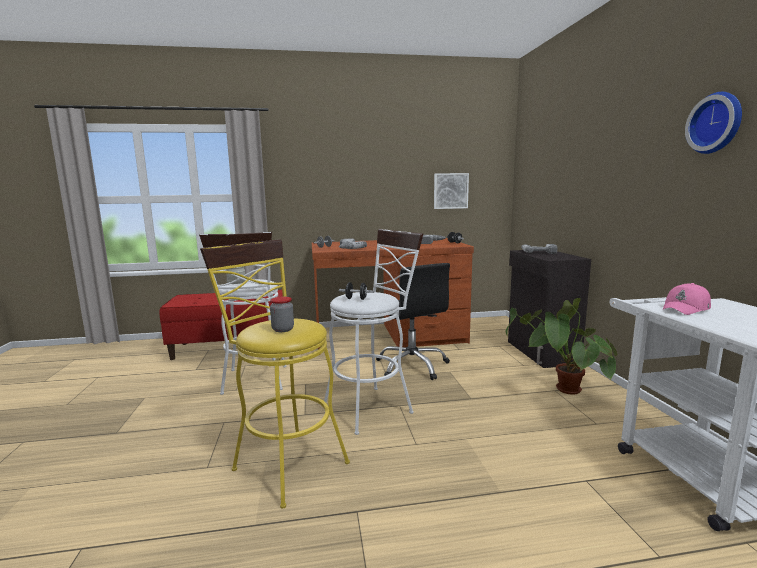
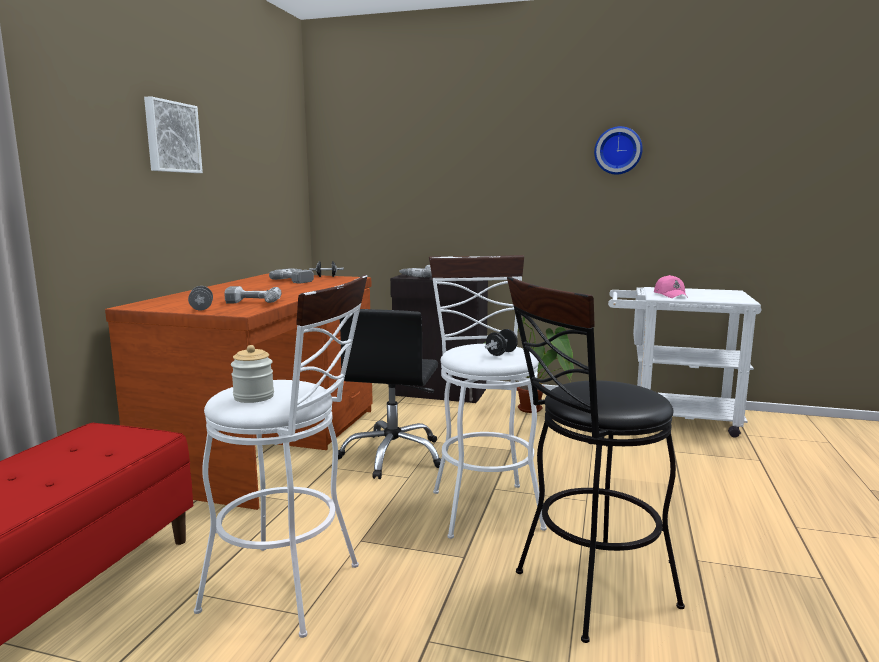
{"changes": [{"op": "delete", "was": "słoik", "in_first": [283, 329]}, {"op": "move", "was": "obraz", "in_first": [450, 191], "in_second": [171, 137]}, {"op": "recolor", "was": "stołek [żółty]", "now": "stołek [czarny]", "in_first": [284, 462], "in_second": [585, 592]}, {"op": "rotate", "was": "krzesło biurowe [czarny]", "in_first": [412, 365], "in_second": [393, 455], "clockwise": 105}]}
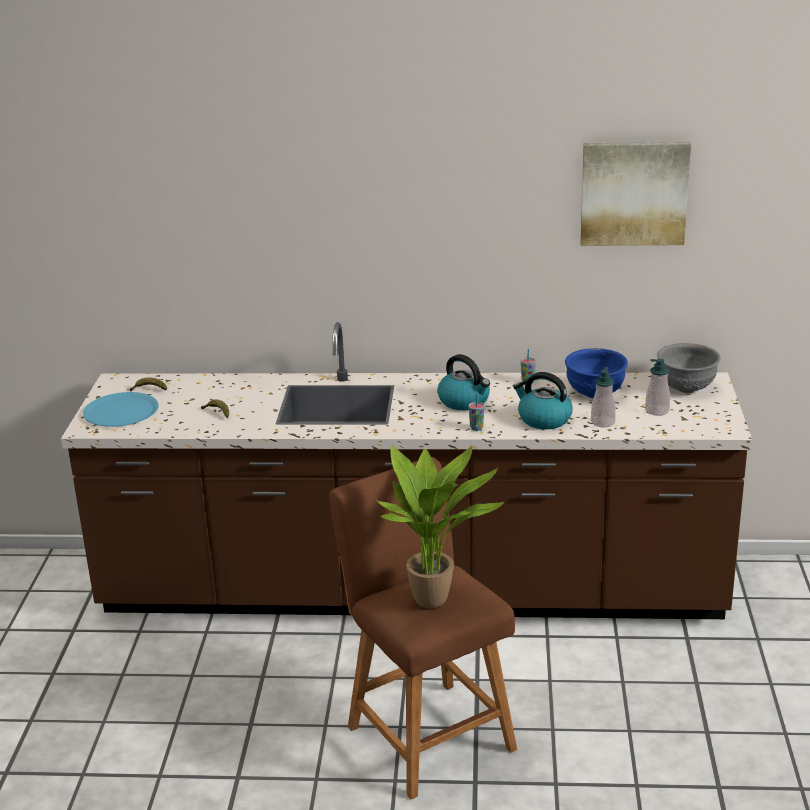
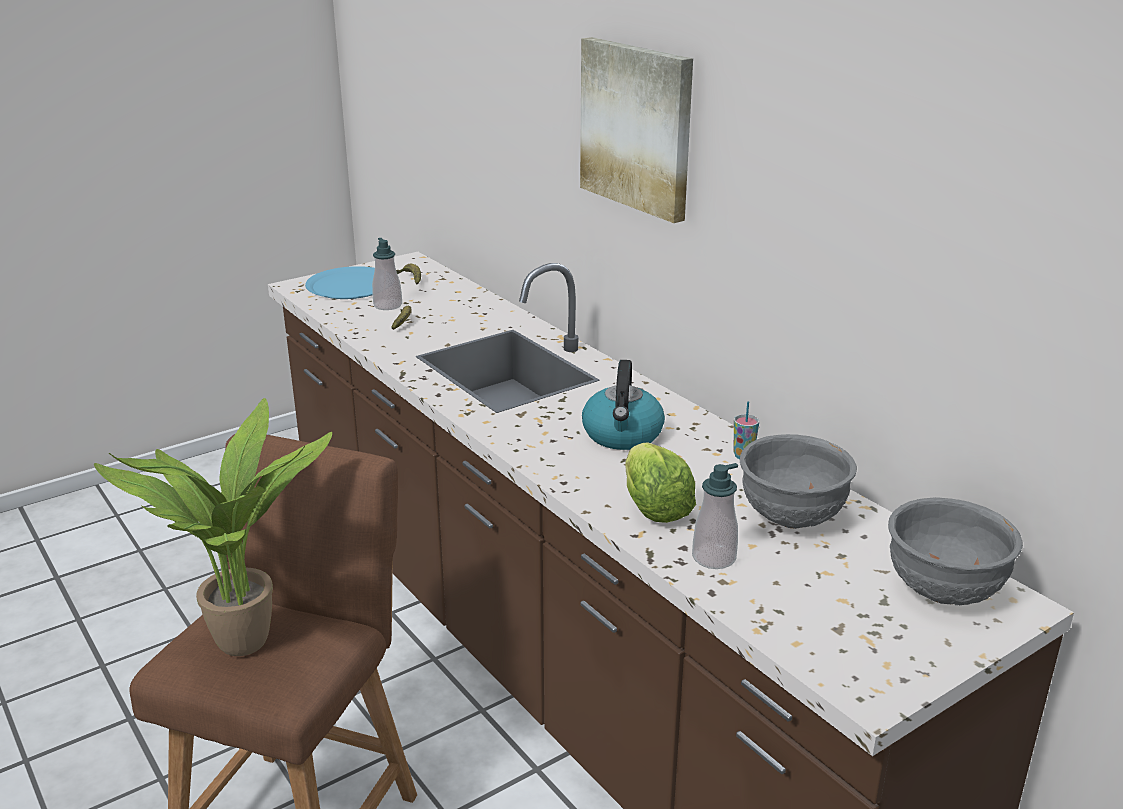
{"changes": [{"op": "delete", "was": "filiżanka", "in_first": [476, 428]}, {"op": "move", "was": "obraz", "in_first": [633, 193], "in_second": [637, 127]}, {"op": "move", "was": "dozownik mydła", "in_first": [657, 411], "in_second": [388, 305]}, {"op": "replace", "was": "czajnik", "now": "sałata", "in_first": [543, 419], "in_second": [654, 507]}, {"op": "recolor", "was": "miska [niebieski]", "now": "miska [szary]", "in_first": [594, 394], "in_second": [790, 518]}]}
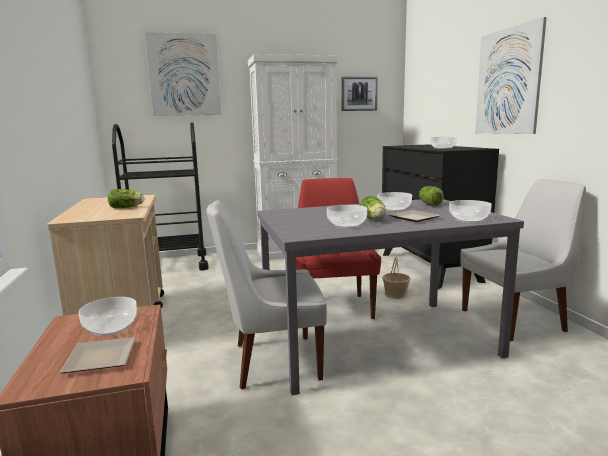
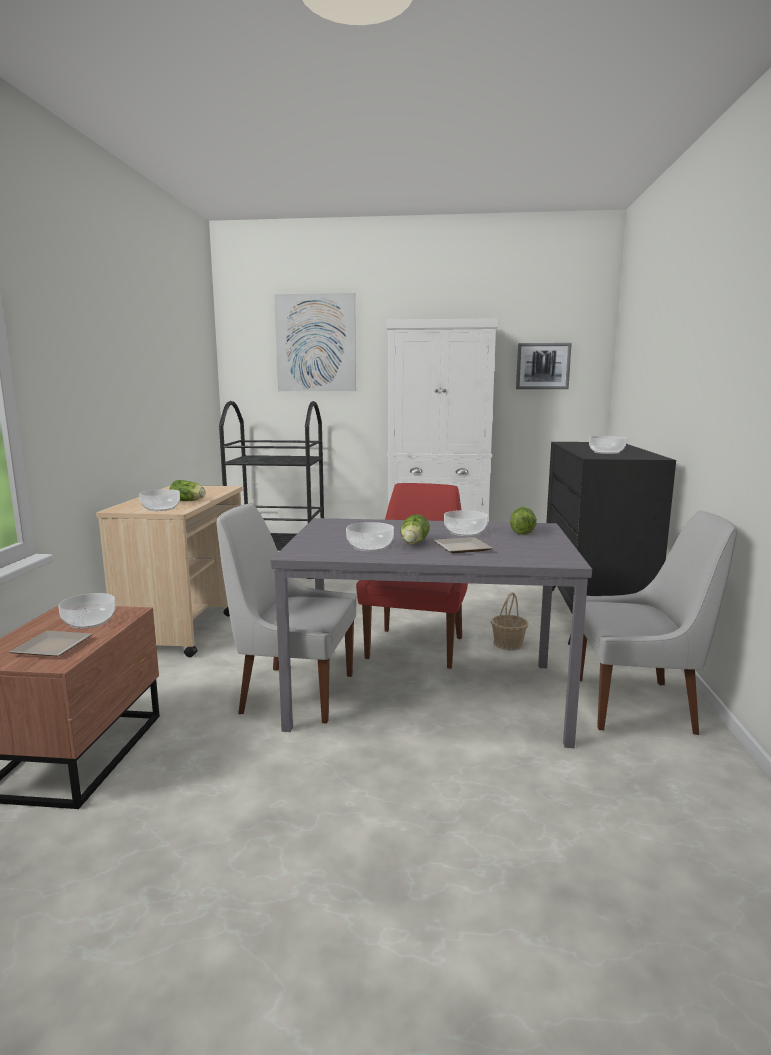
{"changes": [{"op": "delete", "was": "obraz", "in_first": [507, 82]}, {"op": "move", "was": "miska", "in_first": [469, 219], "in_second": [161, 508]}]}
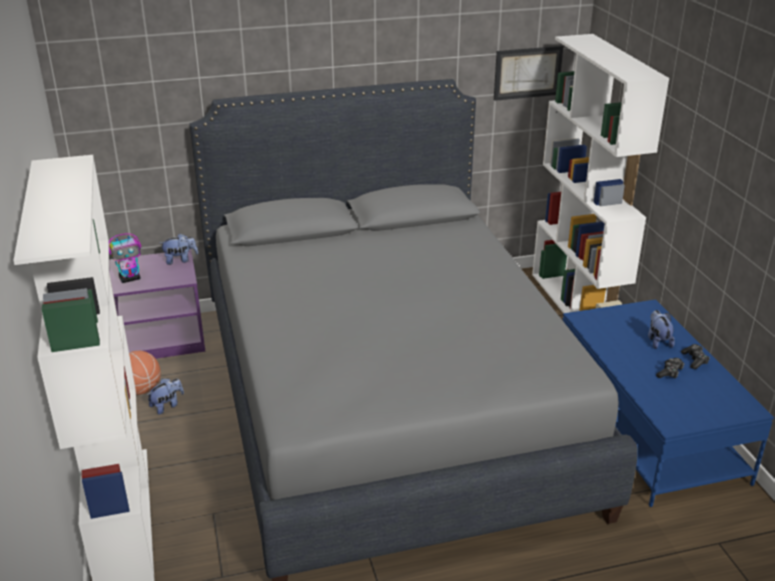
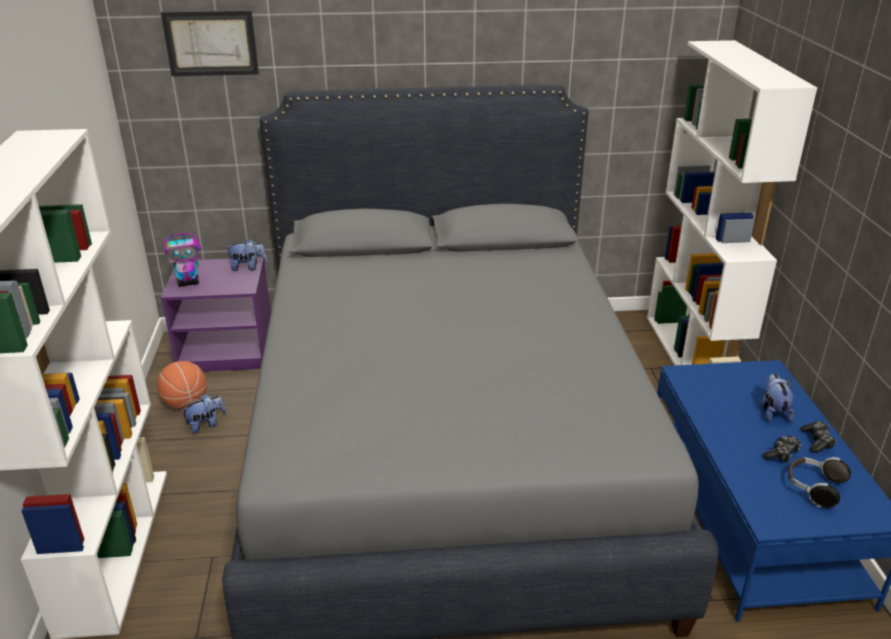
{"changes": [{"op": "insert", "now": "słuchawki", "in_second": [813, 488]}, {"op": "move", "was": "obraz", "in_first": [527, 72], "in_second": [211, 43]}]}
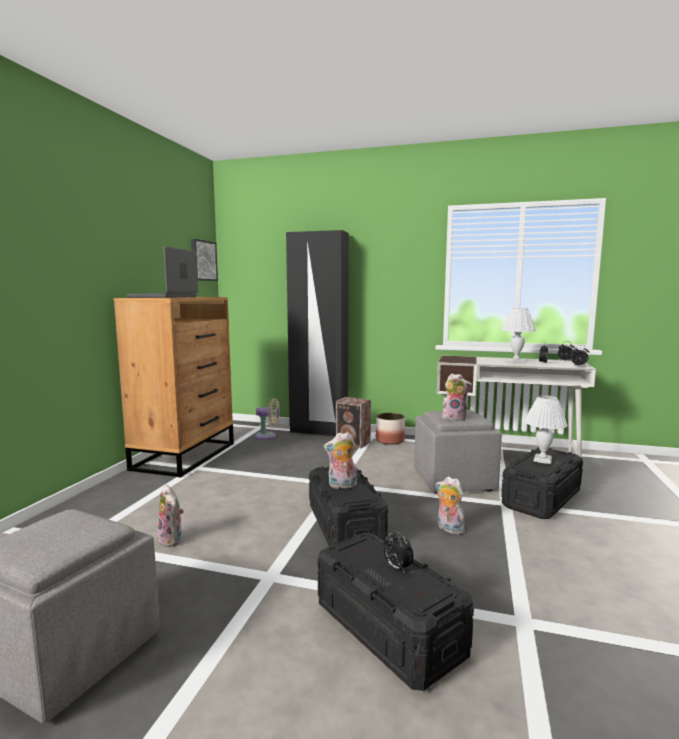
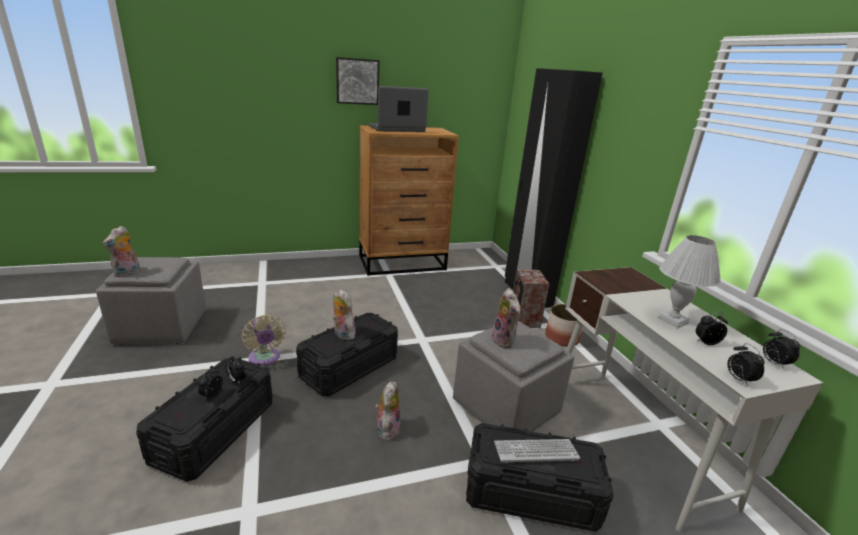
{"changes": [{"op": "insert", "now": "budzik", "in_second": [236, 380]}, {"op": "move", "was": "pluszak", "in_first": [172, 540], "in_second": [127, 273]}, {"op": "move", "was": "obraz", "in_first": [202, 260], "in_second": [357, 81]}, {"op": "move", "was": "wentylator [beżowy]", "in_first": [267, 436], "in_second": [265, 358]}, {"op": "replace", "was": "lampa stołowa [biały]", "now": "klawiatura", "in_first": [543, 460], "in_second": [535, 451]}]}
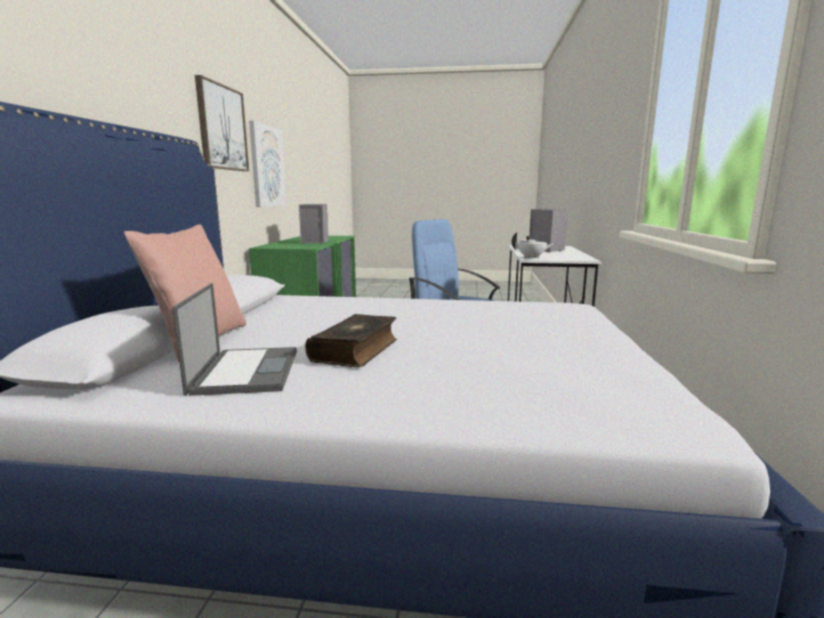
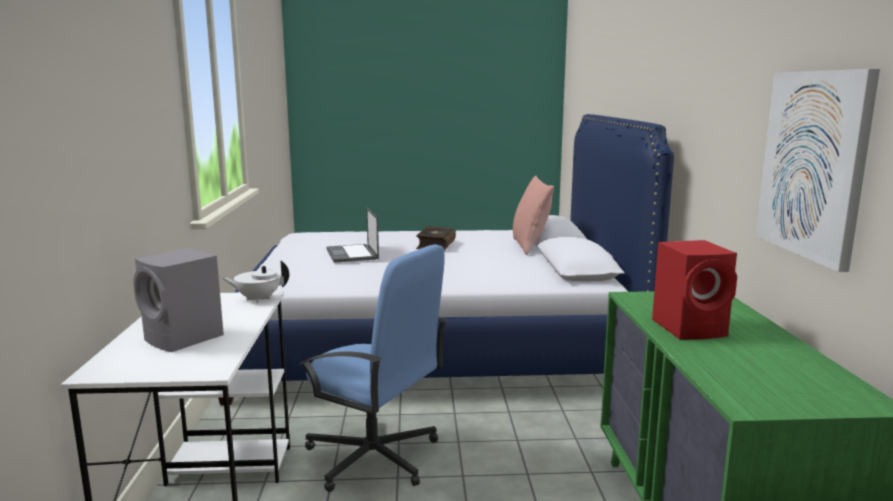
{"changes": [{"op": "delete", "was": "obraz", "in_first": [221, 128]}, {"op": "move", "was": "laptop", "in_first": [246, 370], "in_second": [352, 254]}, {"op": "recolor", "was": "głośnik [szary]", "now": "głośnik [czerwony]", "in_first": [314, 242], "in_second": [691, 328]}]}
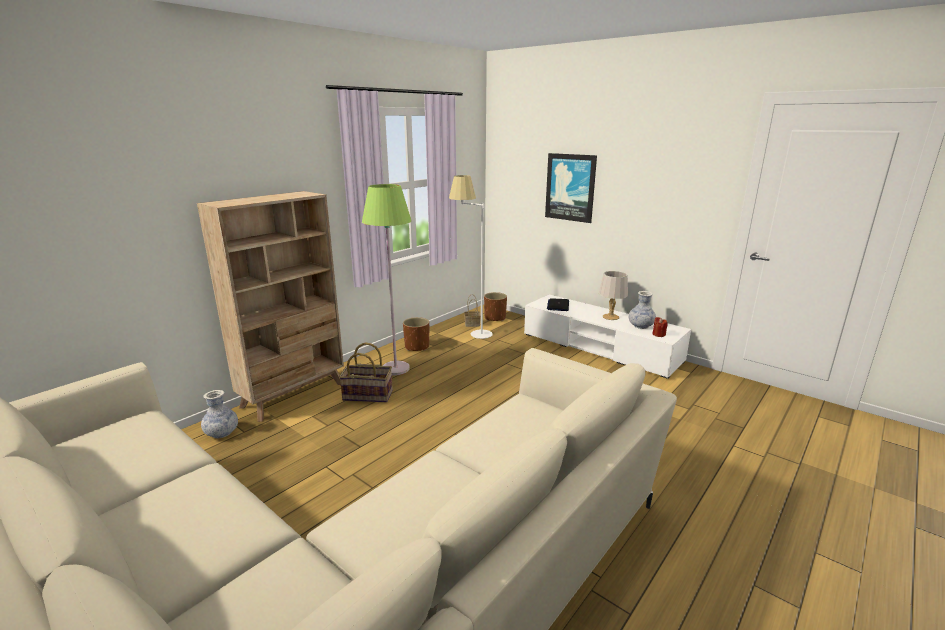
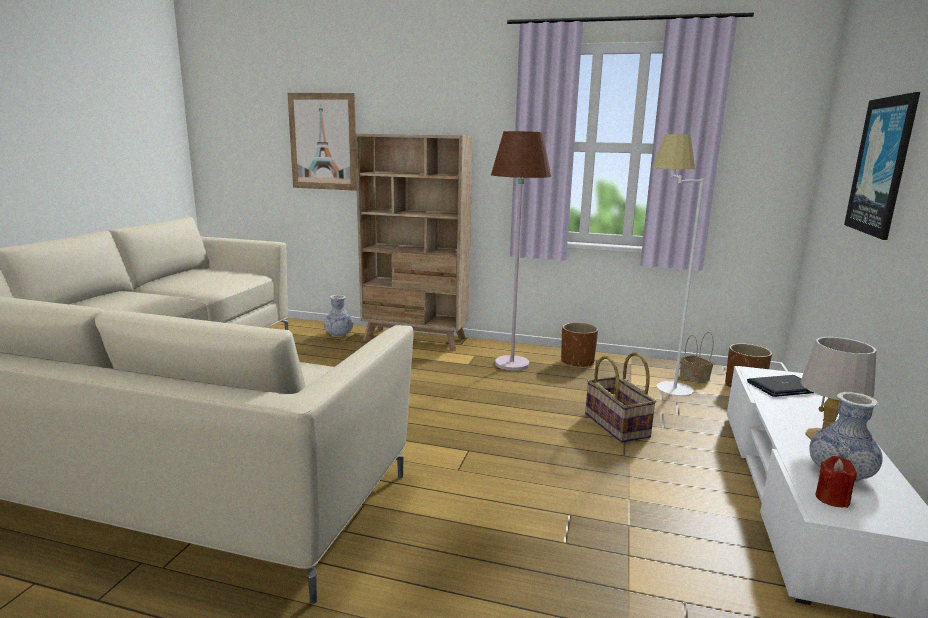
{"changes": [{"op": "insert", "now": "obraz", "in_second": [323, 142]}, {"op": "move", "was": "koszyk", "in_first": [368, 395], "in_second": [617, 425]}, {"op": "recolor", "was": "lampa stojąca [zielony]", "now": "lampa stojąca [brązowy]", "in_first": [396, 368], "in_second": [512, 364]}]}
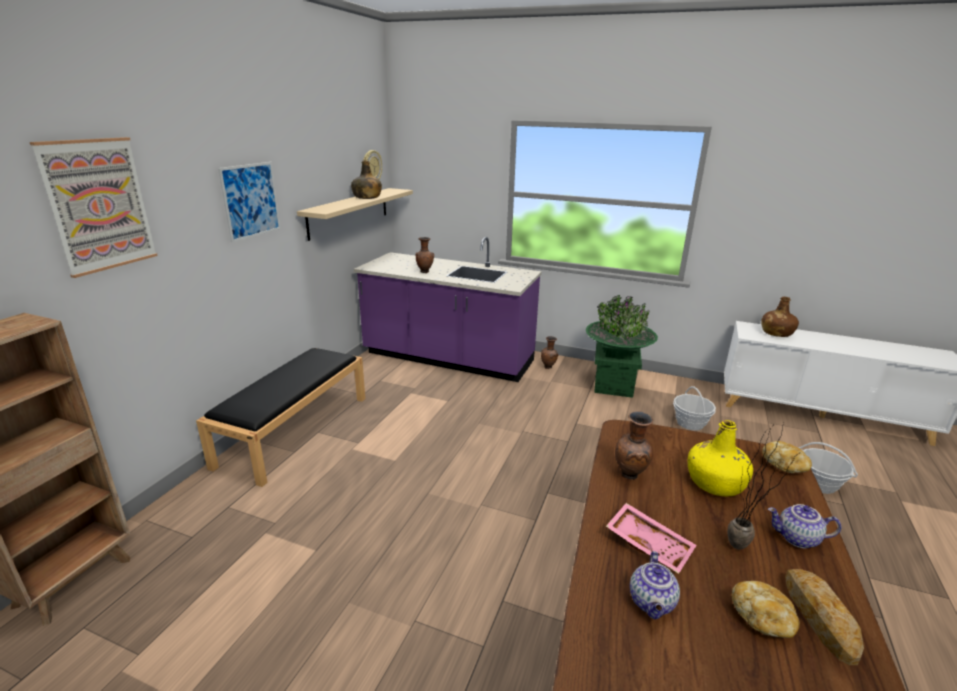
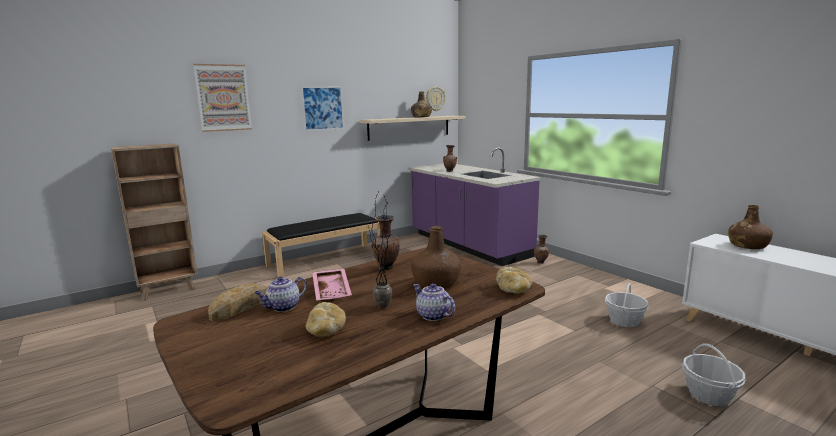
{"changes": [{"op": "delete", "was": "donica [zielony]", "in_first": [613, 386]}, {"op": "move", "was": "chleb", "in_first": [819, 616], "in_second": [241, 306]}, {"op": "recolor", "was": "butelka [żółty]", "now": "butelka [brązowy]", "in_first": [715, 483], "in_second": [436, 283]}]}
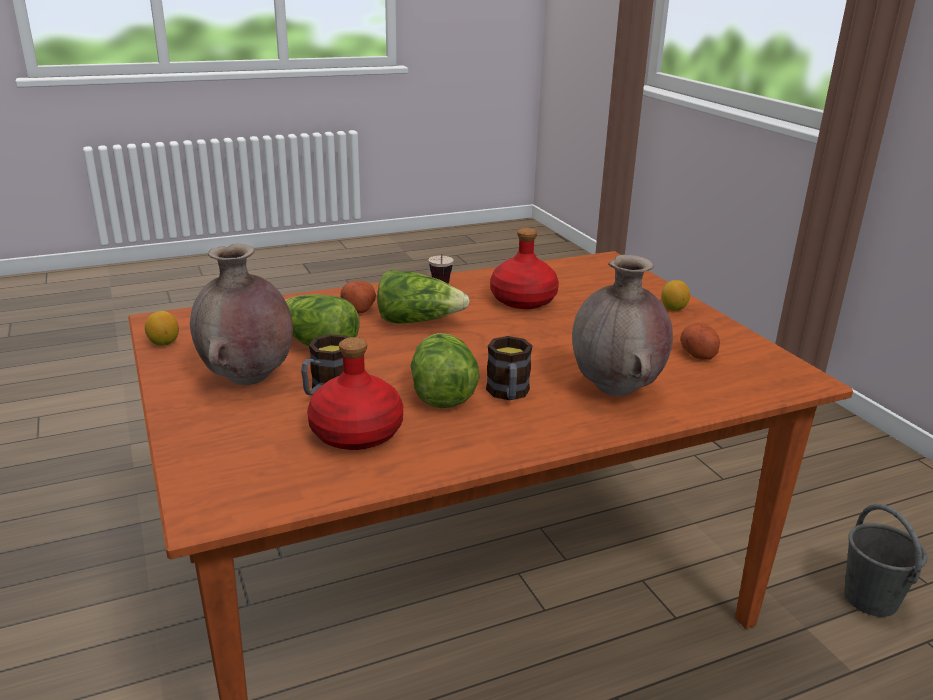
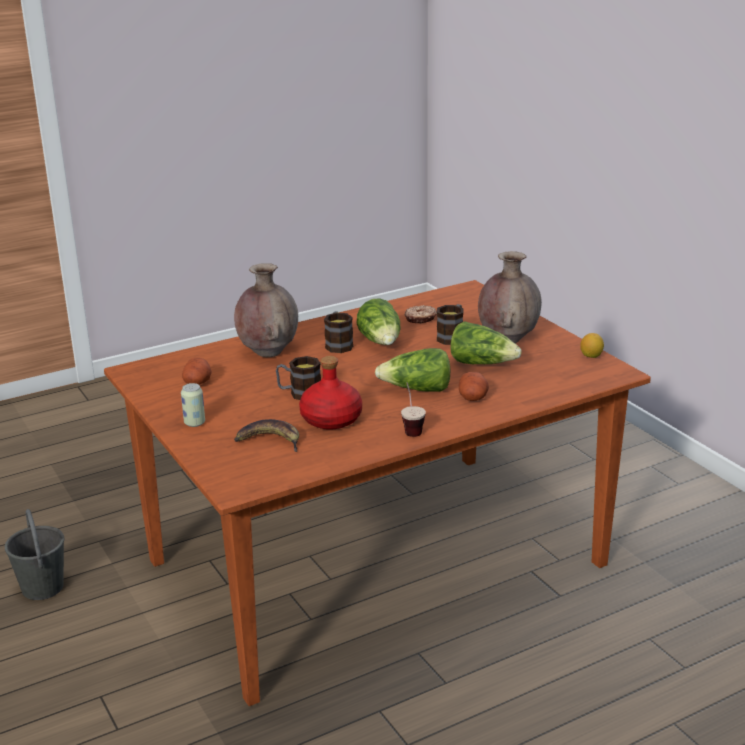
{"changes": [{"op": "insert", "now": "banan", "in_second": [270, 440]}, {"op": "insert", "now": "kubek", "in_second": [299, 393]}, {"op": "replace", "was": "butelka [czerwony]", "now": "donut", "in_first": [357, 433], "in_second": [420, 319]}, {"op": "replace", "was": "cytryna", "now": "puszka", "in_first": [673, 308], "in_second": [194, 423]}]}
